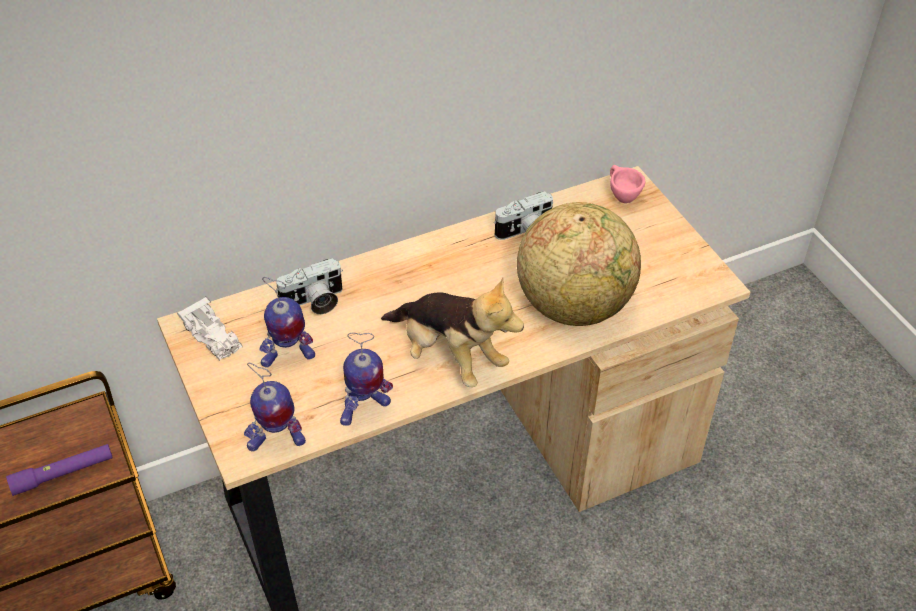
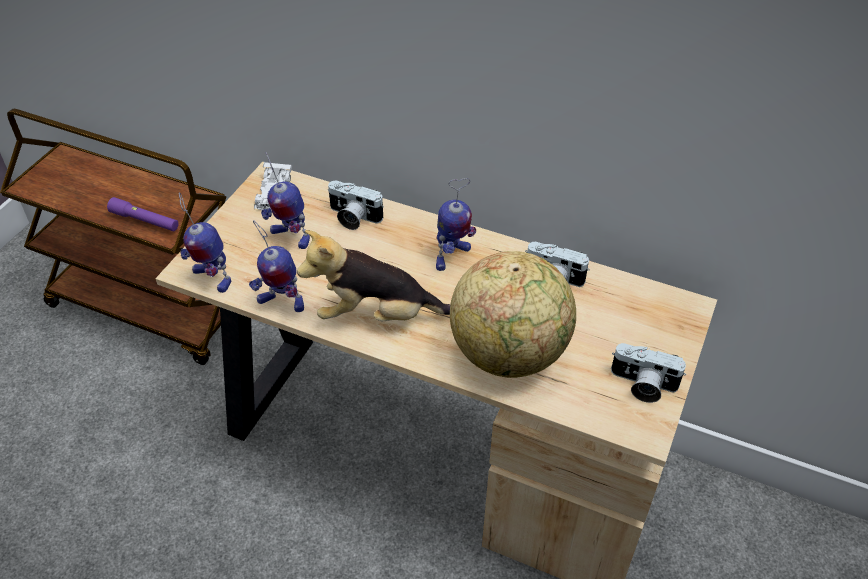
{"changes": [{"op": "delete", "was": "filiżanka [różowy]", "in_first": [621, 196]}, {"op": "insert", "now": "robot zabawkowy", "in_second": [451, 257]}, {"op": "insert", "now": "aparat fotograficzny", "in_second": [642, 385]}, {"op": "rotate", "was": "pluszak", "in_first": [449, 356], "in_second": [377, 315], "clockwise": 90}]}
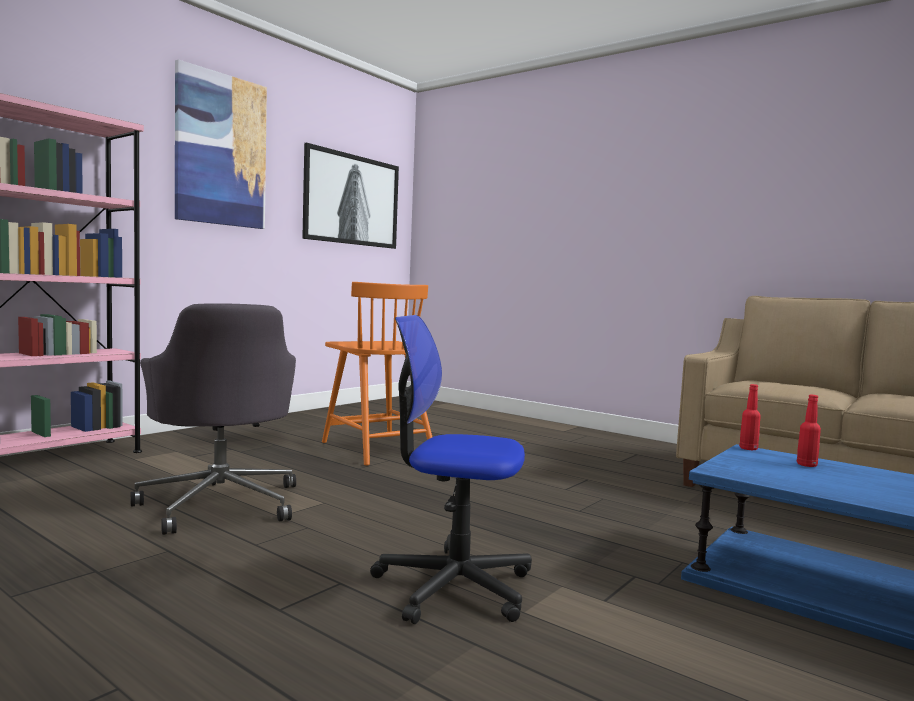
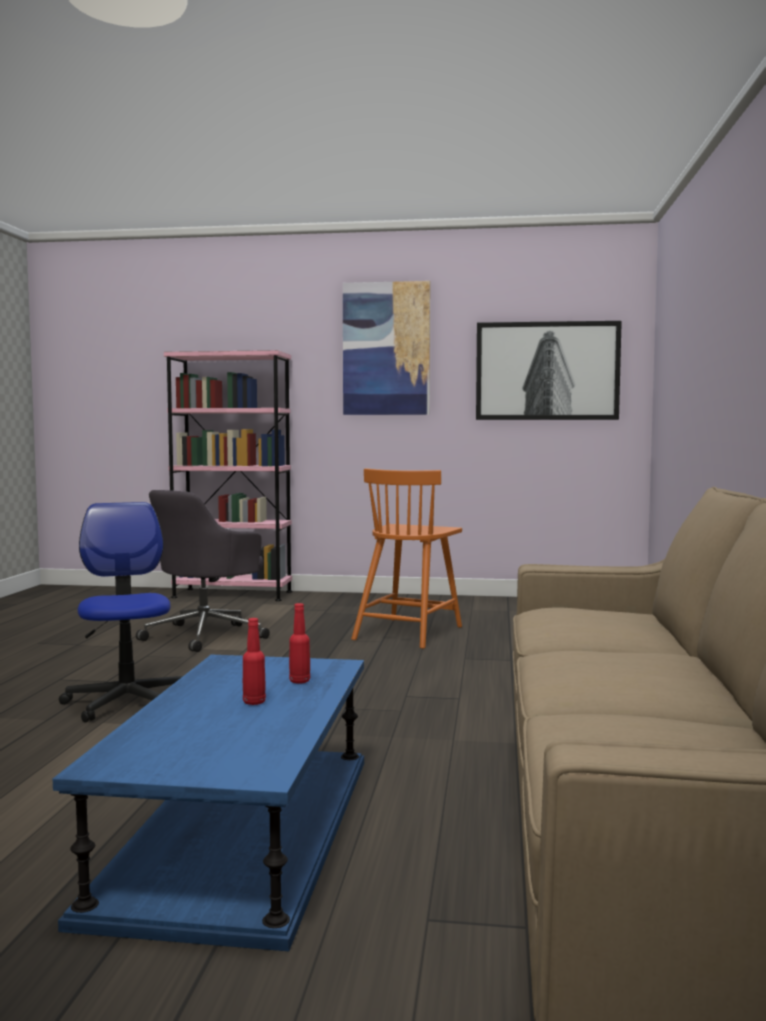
{"changes": [{"op": "move", "was": "butelka [czerwony]", "in_first": [748, 448], "in_second": [254, 702]}]}
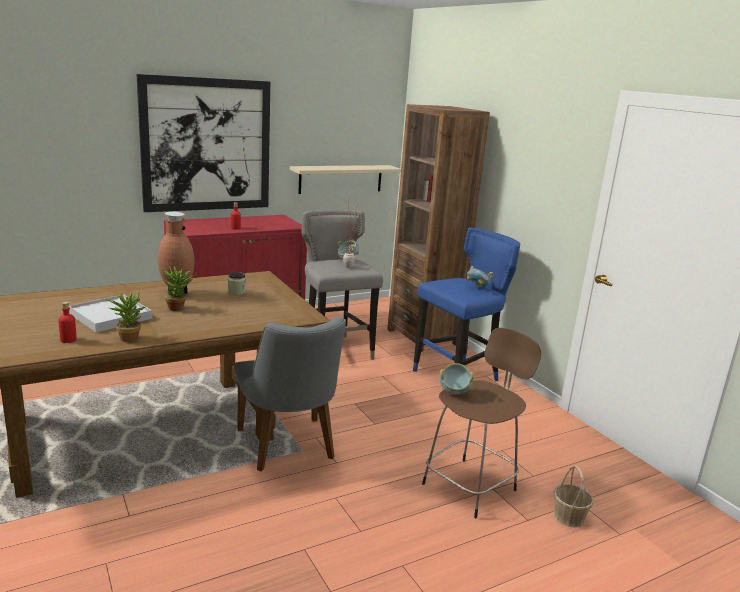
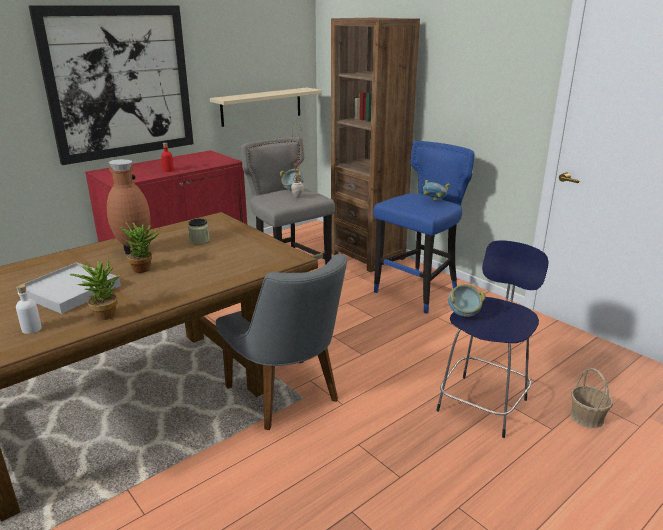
{"changes": [{"op": "recolor", "was": "butelka [czerwony]", "now": "butelka [biały]", "in_first": [68, 340], "in_second": [32, 329]}, {"op": "recolor", "was": "stołek [brązowy]", "now": "stołek [niebieski]", "in_first": [471, 485], "in_second": [483, 403]}]}
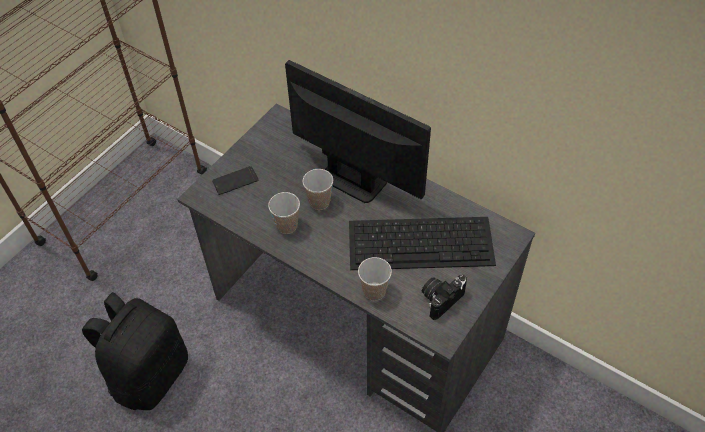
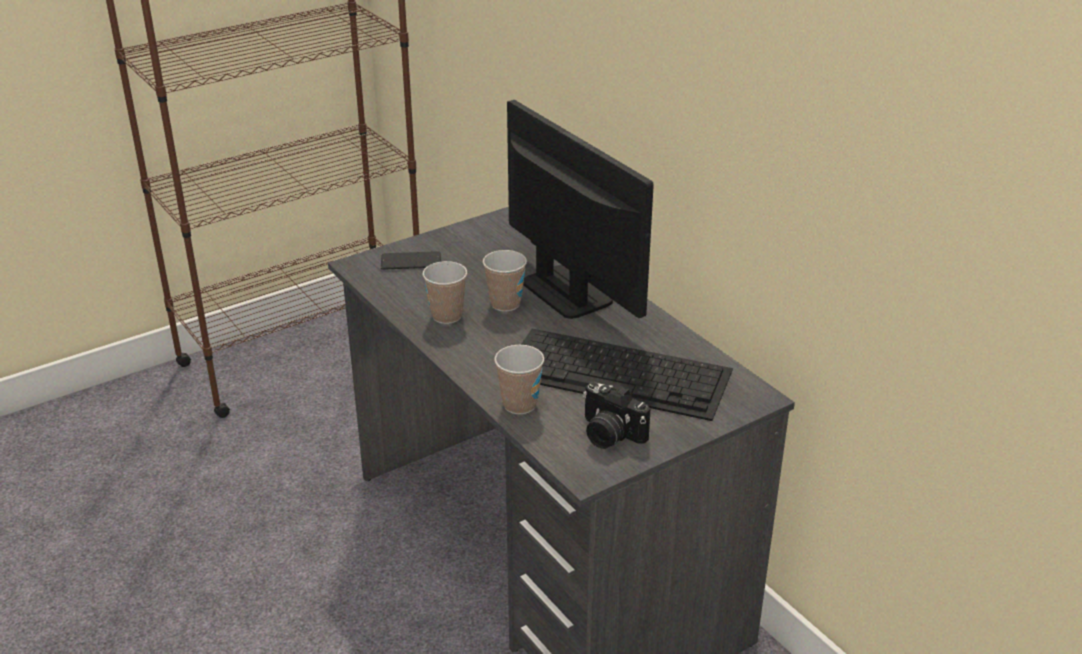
{"changes": [{"op": "delete", "was": "plecak [czarny]", "in_first": [149, 374]}, {"op": "rotate", "was": "aparat fotograficzny", "in_first": [441, 298], "in_second": [609, 435], "clockwise": -120}]}
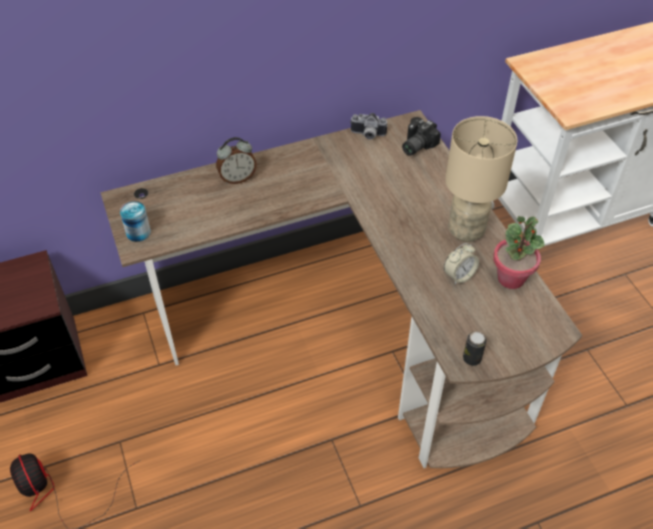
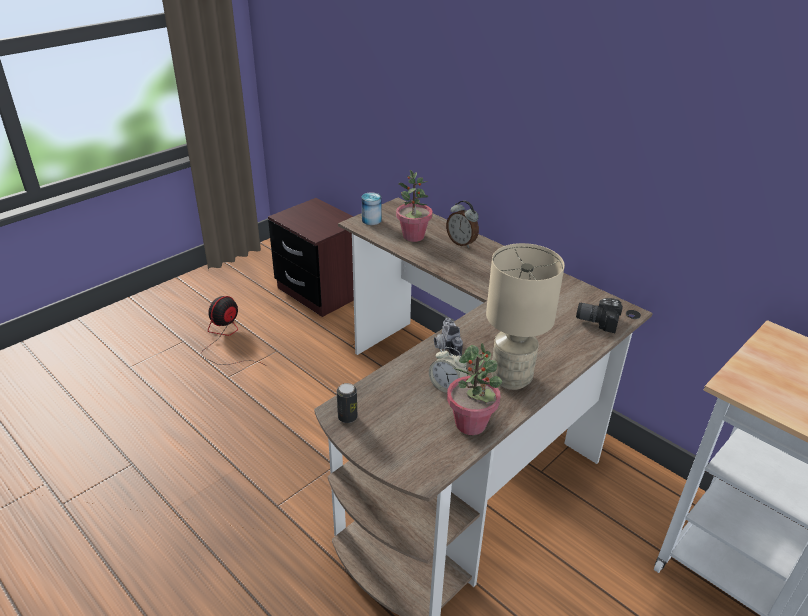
{"changes": [{"op": "insert", "now": "roślina doniczkowa", "in_second": [413, 236]}, {"op": "move", "was": "aparat fotograficzny", "in_first": [367, 135], "in_second": [445, 347]}]}
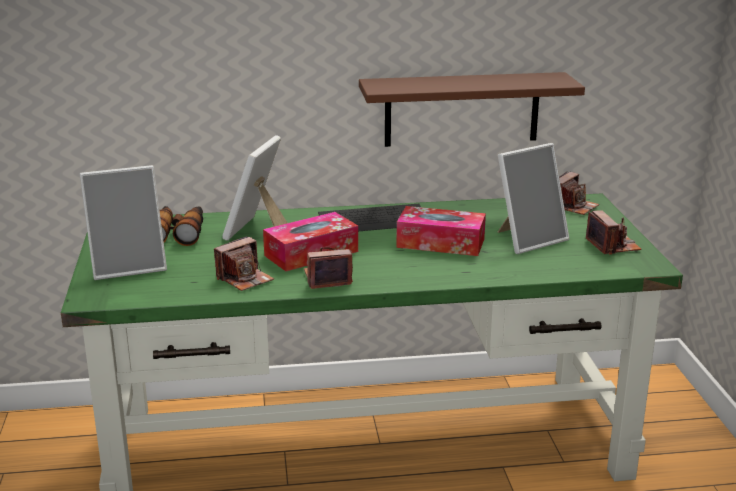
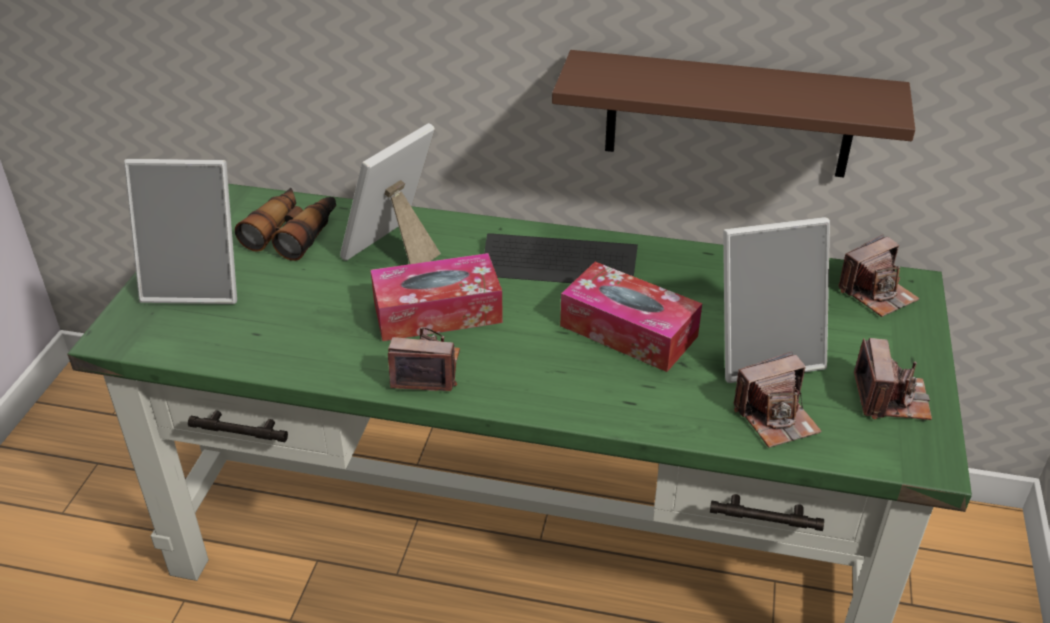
{"changes": [{"op": "move", "was": "aparat fotograficzny", "in_first": [245, 279], "in_second": [776, 418]}]}
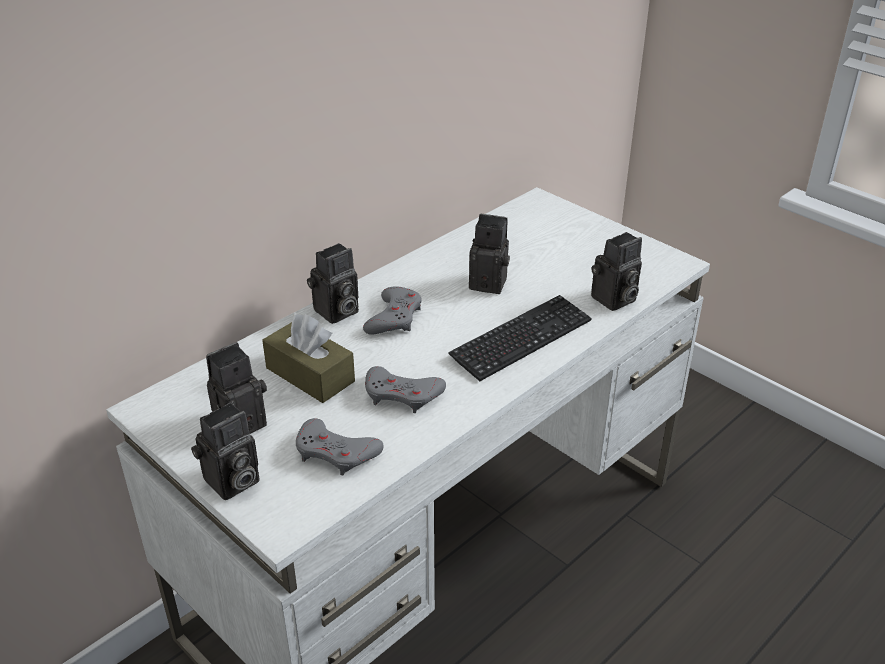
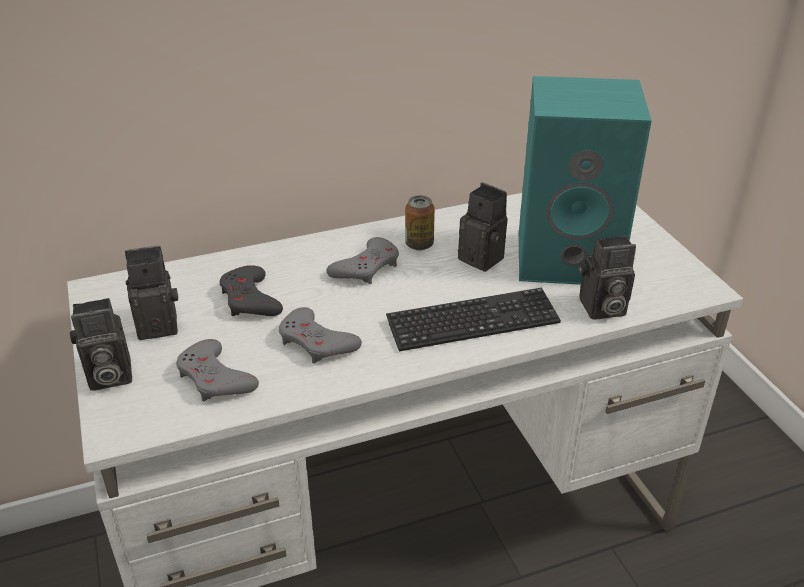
{"changes": [{"op": "delete", "was": "aparat fotograficzny", "in_first": [336, 313]}, {"op": "insert", "now": "puszka", "in_second": [419, 244]}, {"op": "insert", "now": "głośnik [turkusowy]", "in_second": [570, 257]}, {"op": "replace", "was": "pudełko chusteczek [brązowy]", "now": "pad do gier [szary]", "in_first": [310, 375], "in_second": [250, 299]}]}
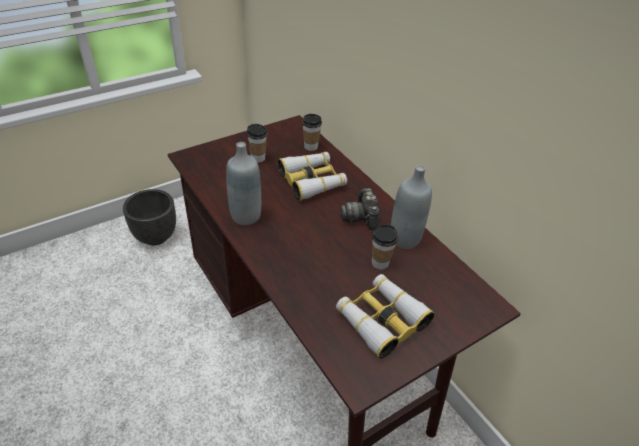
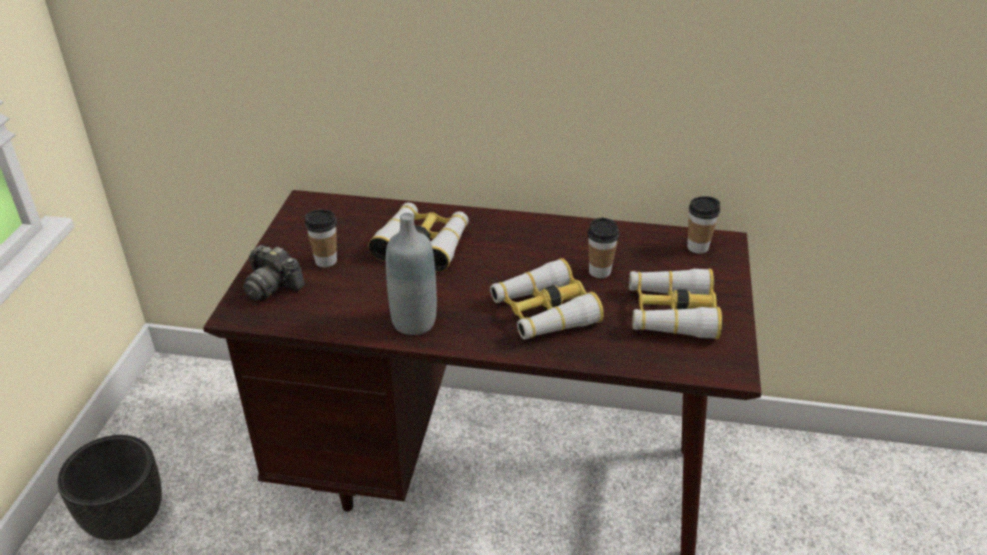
{"changes": [{"op": "delete", "was": "butelka [szary]", "in_first": [404, 239]}, {"op": "insert", "now": "lornetka", "in_second": [544, 312]}, {"op": "move", "was": "filiżanka", "in_first": [311, 147], "in_second": [697, 247]}, {"op": "move", "was": "aparat fotograficzny", "in_first": [361, 217], "in_second": [272, 286]}]}
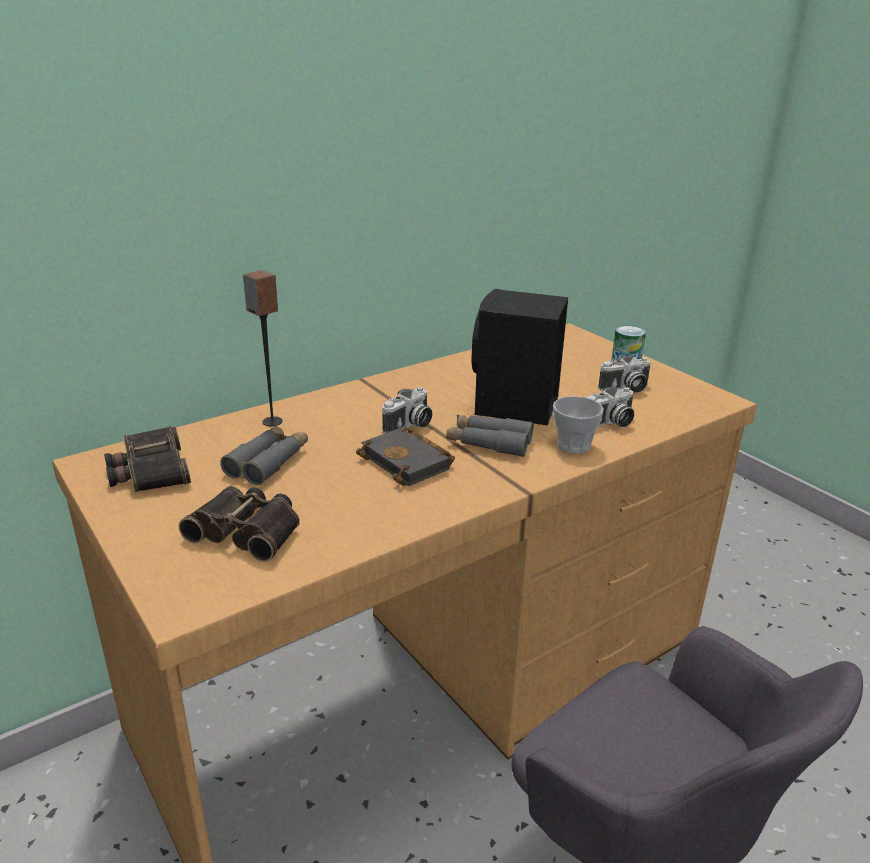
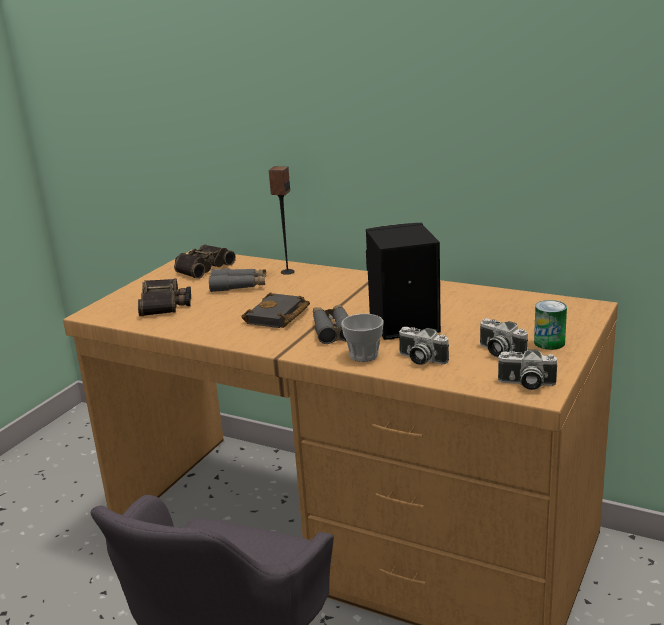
{"changes": [{"op": "move", "was": "aparat fotograficzny", "in_first": [409, 425], "in_second": [526, 384]}]}
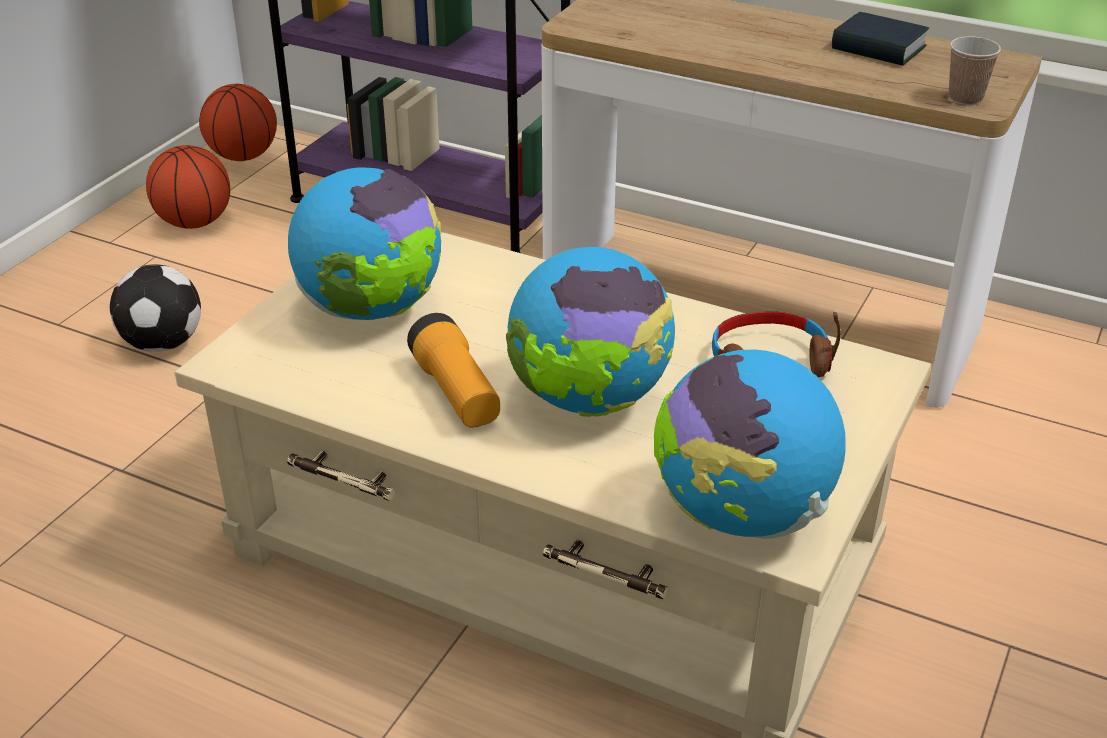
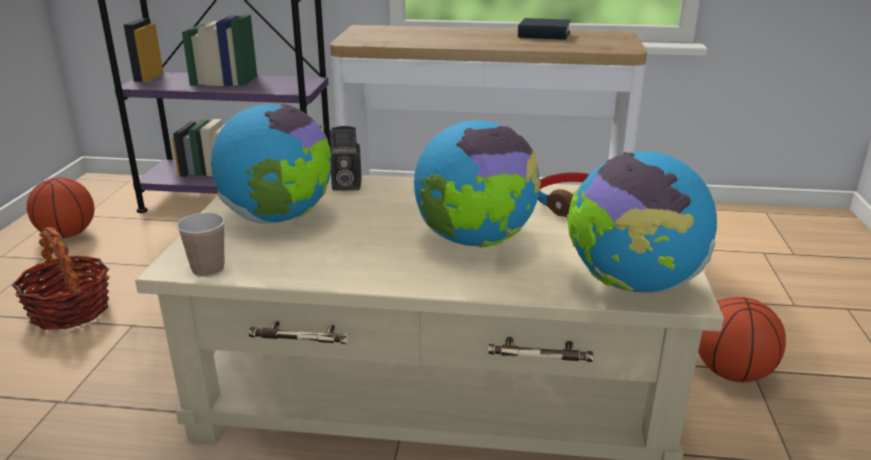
{"changes": [{"op": "delete", "was": "latarka", "in_first": [456, 392]}, {"op": "insert", "now": "aparat fotograficzny", "in_second": [344, 186]}, {"op": "move", "was": "piłka do koszykówki", "in_first": [243, 157], "in_second": [732, 373]}, {"op": "move", "was": "filiżanka", "in_first": [965, 98], "in_second": [208, 269]}, {"op": "replace", "was": "piłka futbolowa", "now": "koszyk", "in_first": [164, 344], "in_second": [70, 311]}]}
